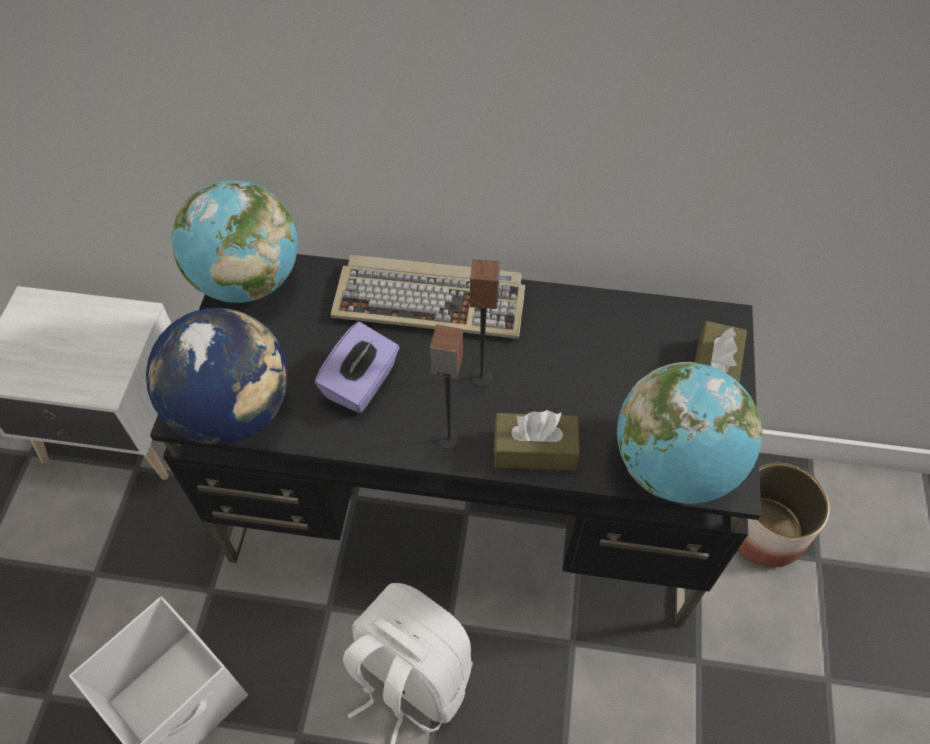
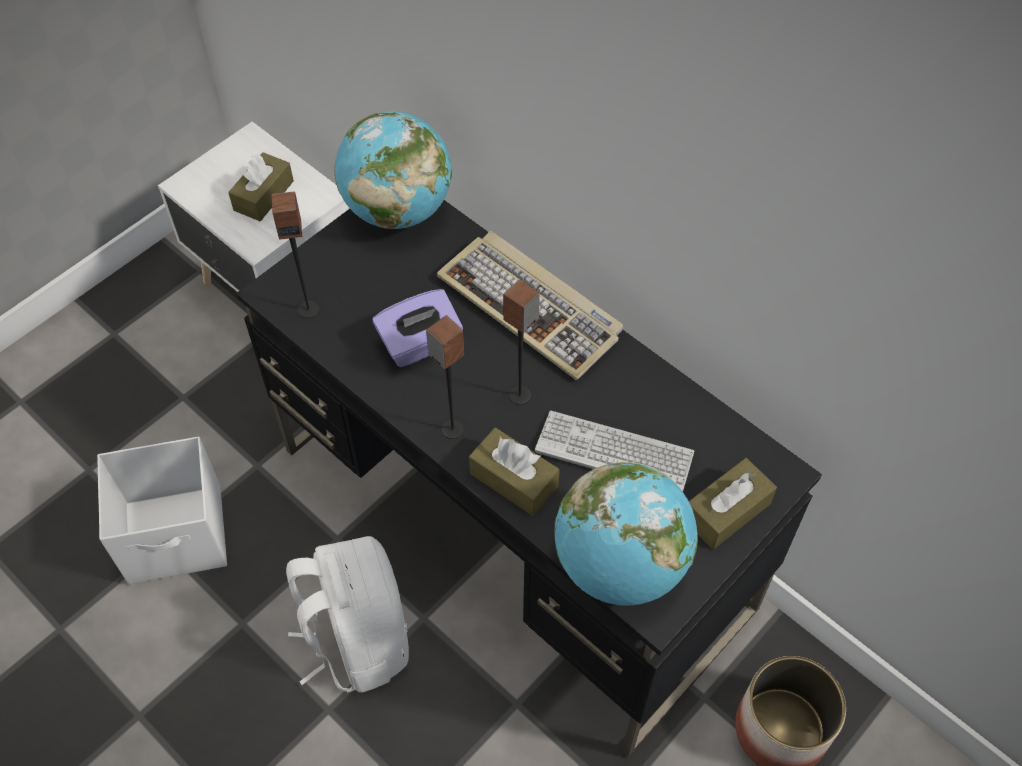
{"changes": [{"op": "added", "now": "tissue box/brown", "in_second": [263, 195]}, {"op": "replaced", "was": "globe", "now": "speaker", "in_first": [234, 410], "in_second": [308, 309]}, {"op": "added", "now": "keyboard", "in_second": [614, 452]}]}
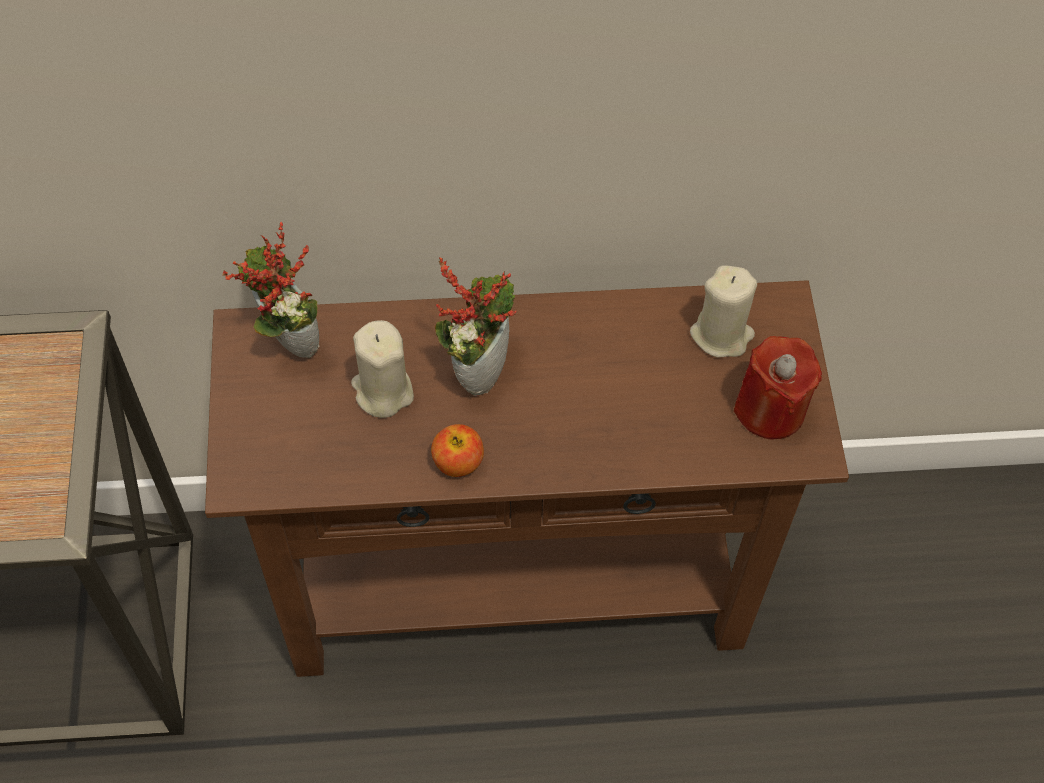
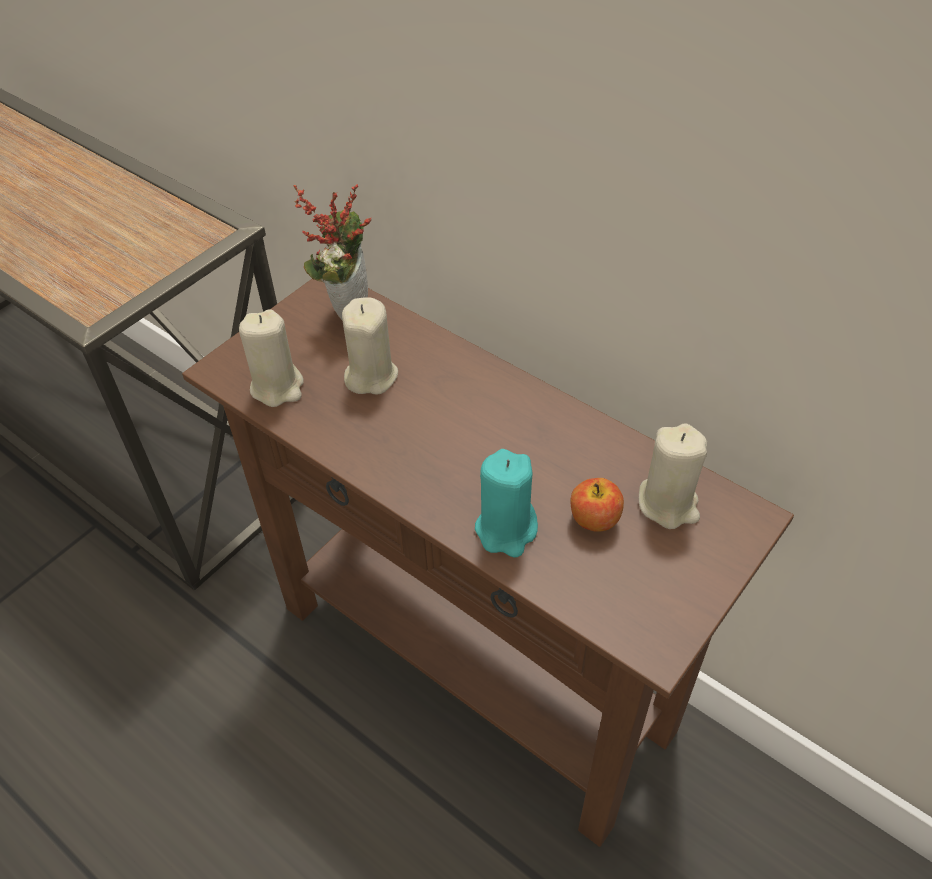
{"changes": [{"op": "added", "now": "candle/beige", "in_second": [277, 387]}, {"op": "added", "now": "candle/turquoise", "in_second": [506, 530]}, {"op": "moved", "was": "apple", "in_first": [458, 463], "in_second": [594, 519]}, {"op": "removed", "was": "potted plant", "in_first": [478, 368]}, {"op": "removed", "was": "candle/red", "in_first": [770, 409]}]}
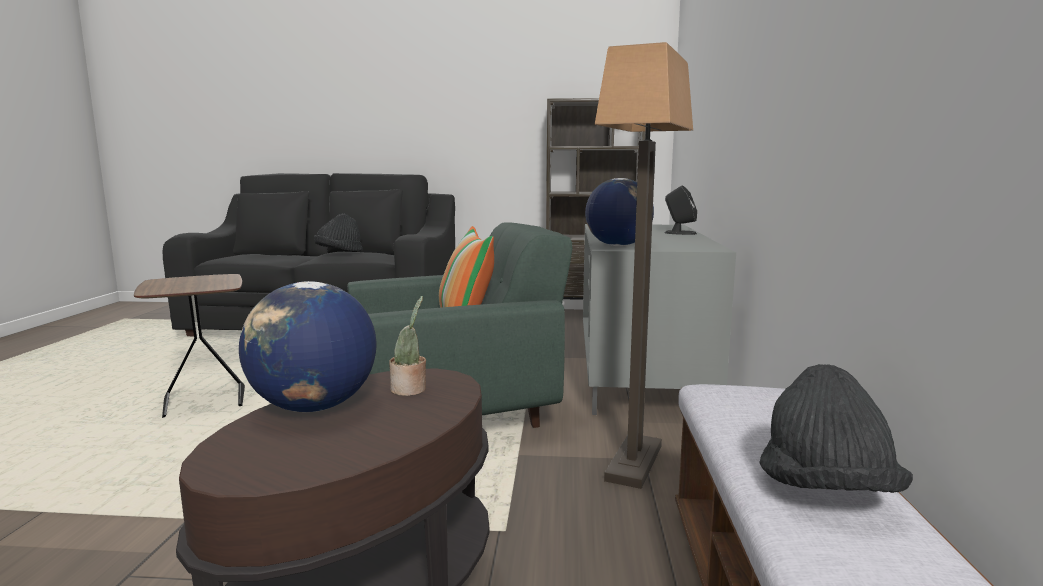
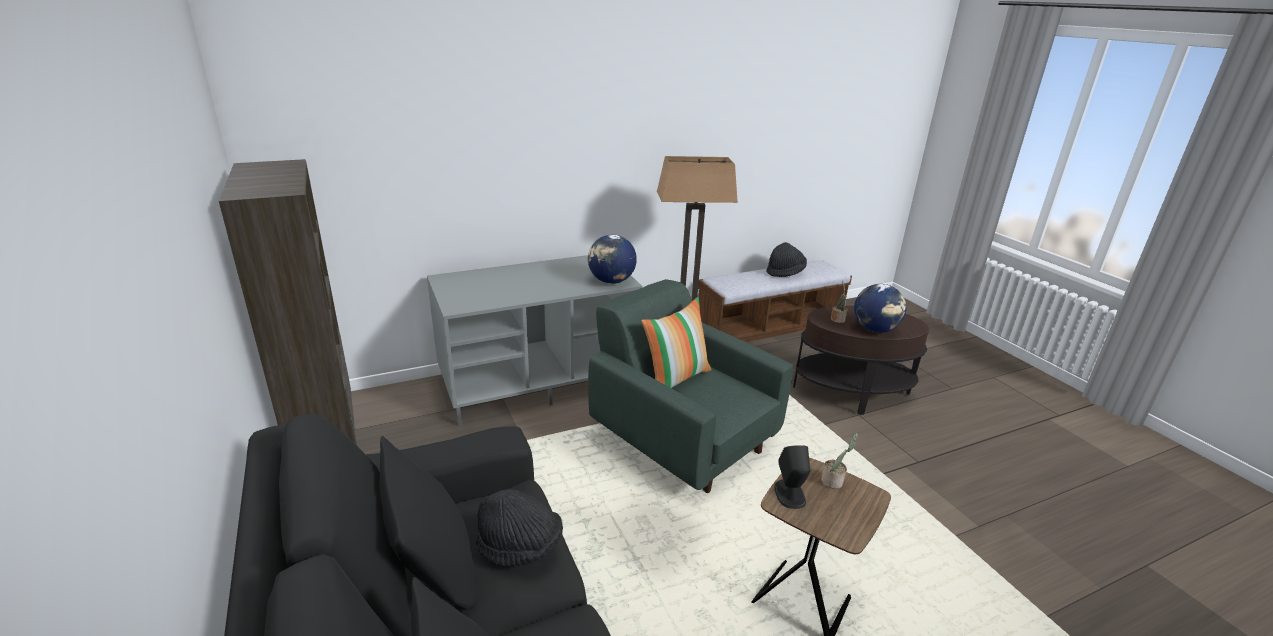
{"changes": [{"op": "moved", "was": "speaker/black", "in_first": [679, 233], "in_second": [790, 494]}, {"op": "added", "now": "potted plant", "in_second": [833, 481]}]}
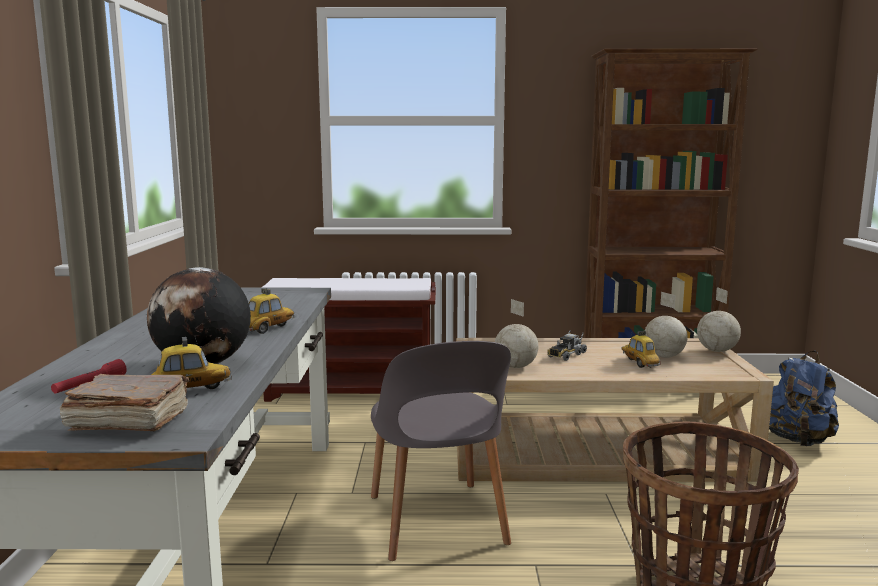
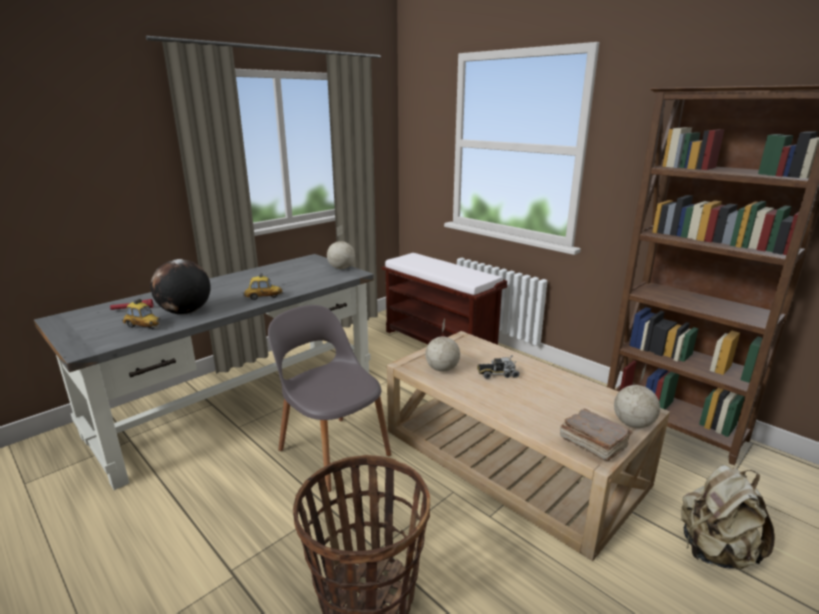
{"changes": [{"op": "turned", "was": "chair/grey", "in_first": [436, 522], "in_second": [333, 450], "clockwise": 105}, {"op": "moved", "was": "globe", "in_first": [664, 357], "in_second": [341, 268]}, {"op": "moved", "was": "book/brown", "in_first": [128, 421], "in_second": [592, 443]}, {"op": "recoloured", "was": "backpack/blue", "now": "backpack/beige", "in_first": [798, 441], "in_second": [715, 552]}, {"op": "removed", "was": "toy car", "in_first": [639, 363]}]}
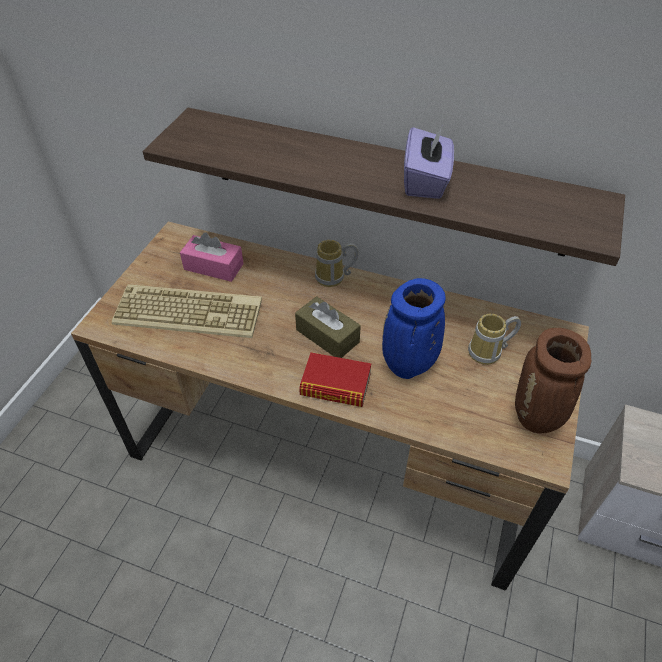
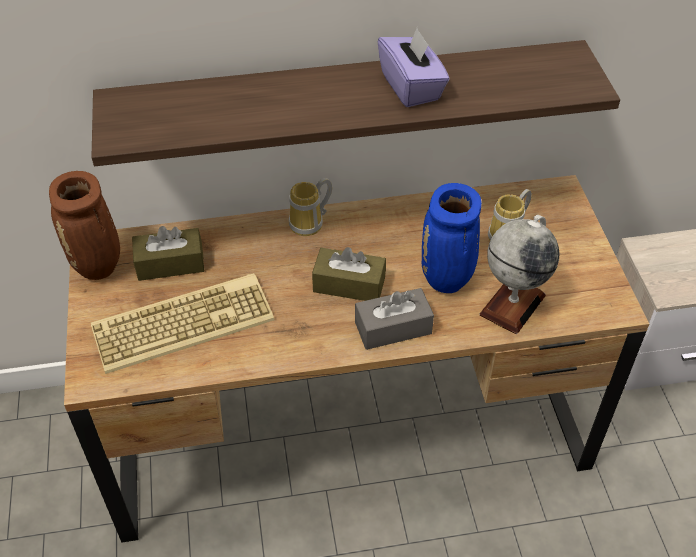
{"changes": [{"op": "moved", "was": "vase/brown", "in_first": [536, 418], "in_second": [99, 267]}, {"op": "recoloured", "was": "tissue box/pink", "now": "tissue box/brown", "in_first": [213, 266], "in_second": [170, 264]}, {"op": "replaced", "was": "book", "now": "tissue box/grey", "in_first": [335, 385], "in_second": [393, 328]}, {"op": "added", "now": "globe", "in_second": [512, 304]}]}
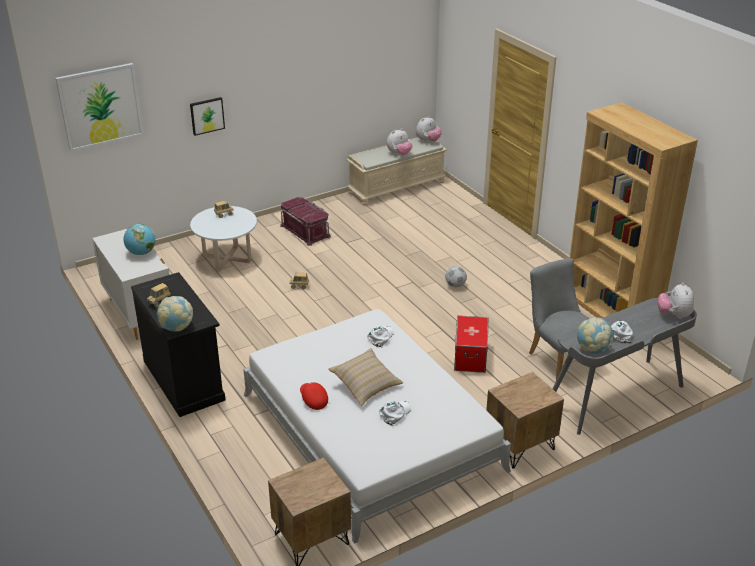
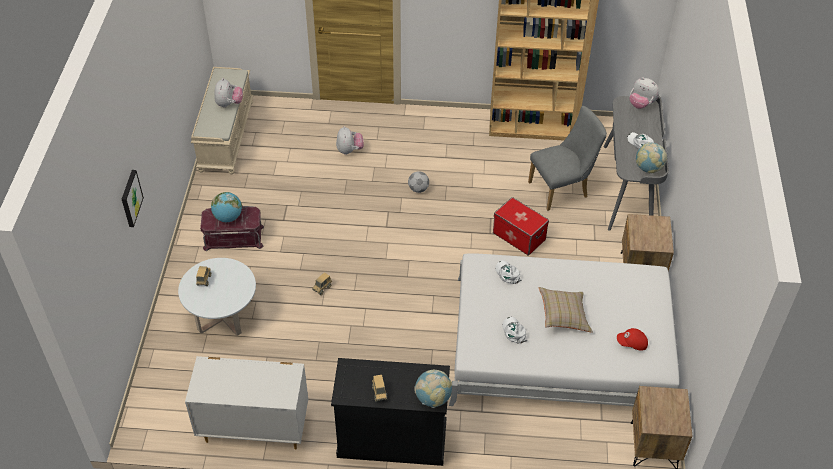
{"changes": [{"op": "moved", "was": "globe", "in_first": [141, 253], "in_second": [228, 217]}, {"op": "moved", "was": "plush toy", "in_first": [428, 141], "in_second": [349, 150]}, {"op": "moved", "was": "cap/white", "in_first": [395, 413], "in_second": [514, 331]}, {"op": "turned", "was": "chair/grey", "in_first": [558, 358], "in_second": [562, 189], "clockwise": 150}, {"op": "moved", "was": "cap/red", "in_first": [313, 400], "in_second": [632, 344]}, {"op": "removed", "was": "picture", "in_first": [100, 106]}]}
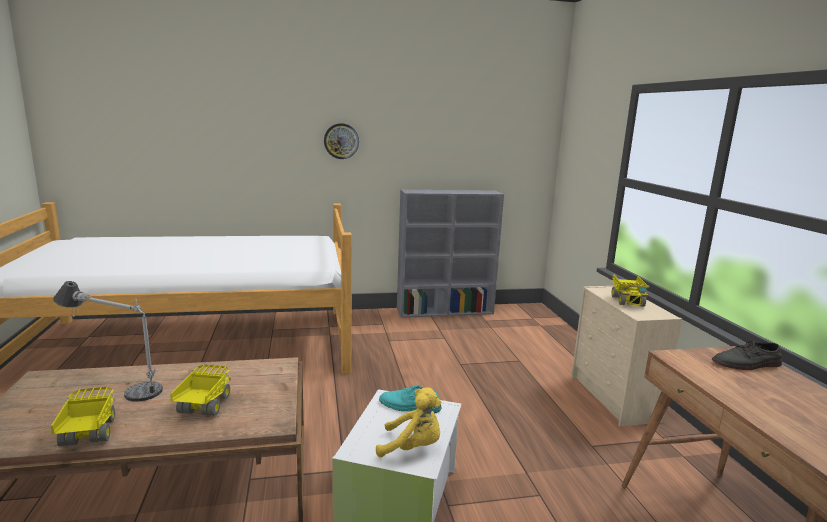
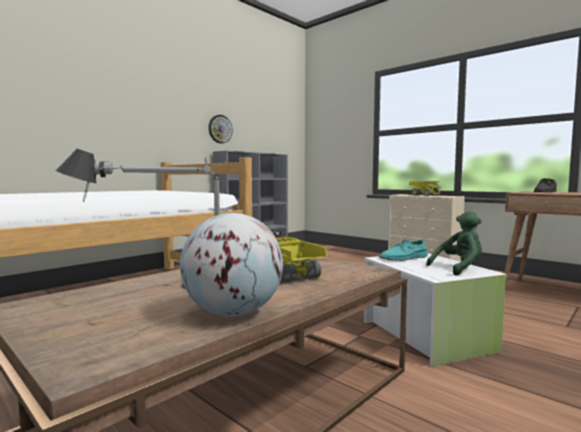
{"changes": [{"op": "replaced", "was": "toy truck", "now": "globe", "in_first": [88, 434], "in_second": [233, 313]}, {"op": "moved", "was": "wall clock", "in_first": [341, 141], "in_second": [220, 129]}, {"op": "recoloured", "was": "plush toy/yellow", "now": "plush toy/green", "in_first": [412, 447], "in_second": [459, 268]}]}
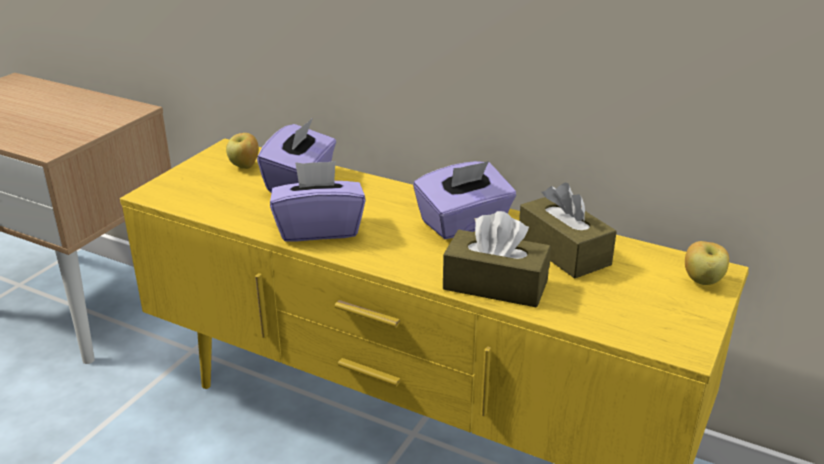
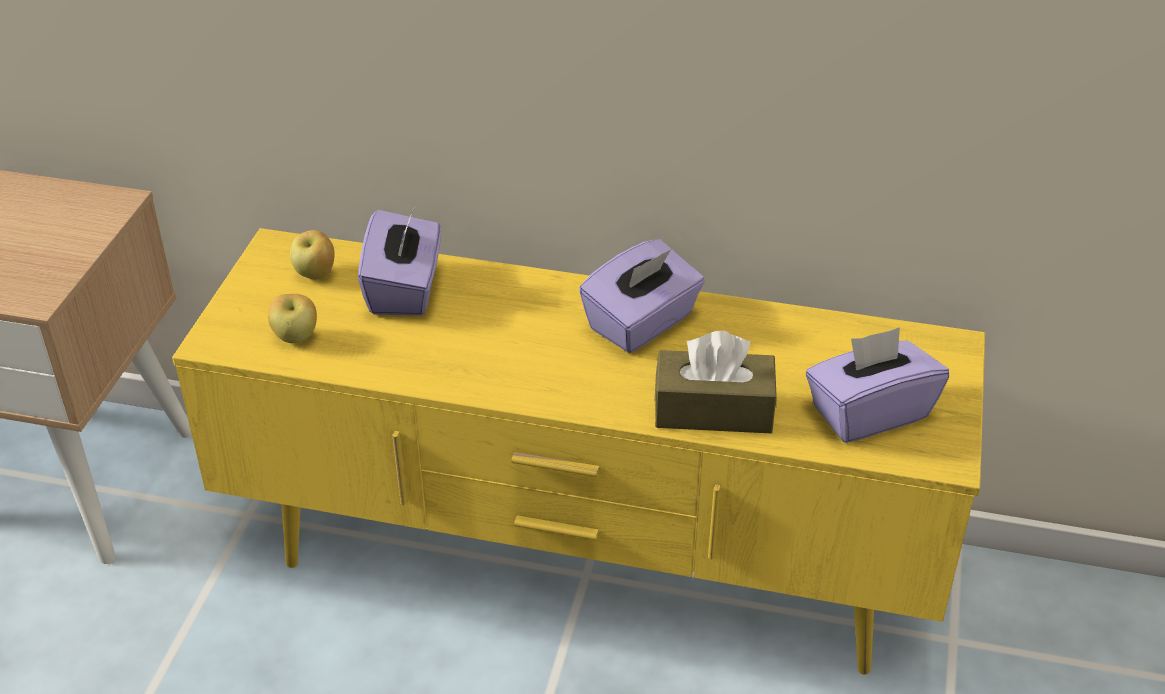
{"changes": [{"op": "moved", "was": "apple", "in_first": [703, 281], "in_second": [296, 337]}, {"op": "moved", "was": "tissue box/purple", "in_first": [319, 229], "in_second": [869, 412]}, {"op": "removed", "was": "tissue box/brown", "in_first": [563, 251]}]}
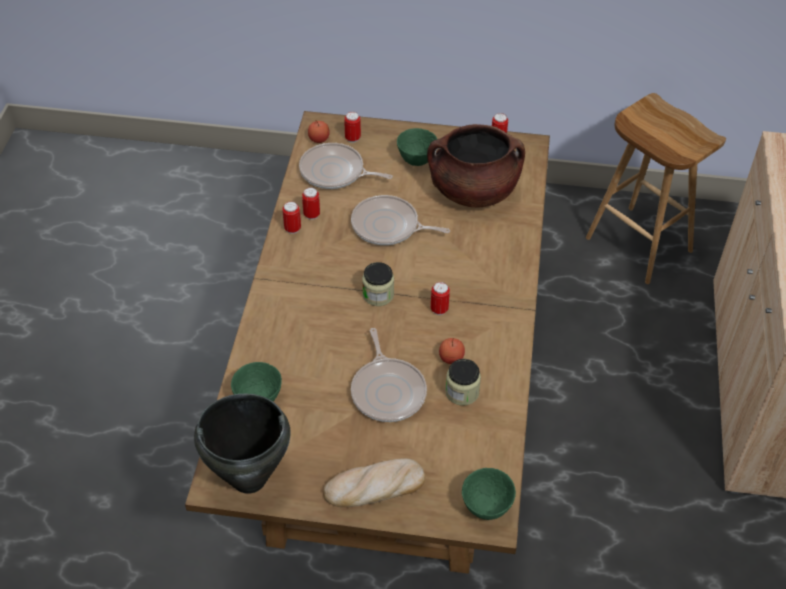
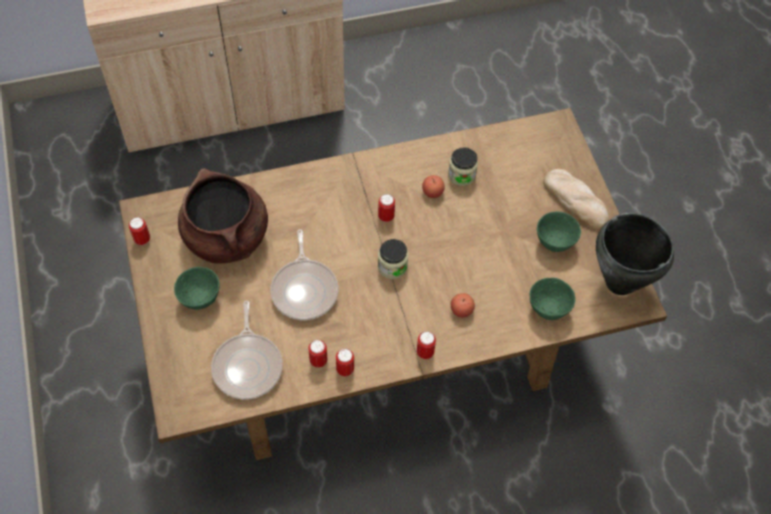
{"changes": [{"op": "moved", "was": "can", "in_first": [352, 138], "in_second": [425, 352]}, {"op": "moved", "was": "apple", "in_first": [319, 139], "in_second": [461, 310]}, {"op": "moved", "was": "bowl/green", "in_first": [487, 507], "in_second": [554, 242]}, {"op": "removed", "was": "frying pan", "in_first": [388, 390]}, {"op": "removed", "was": "stool/brown", "in_first": [637, 244]}]}
